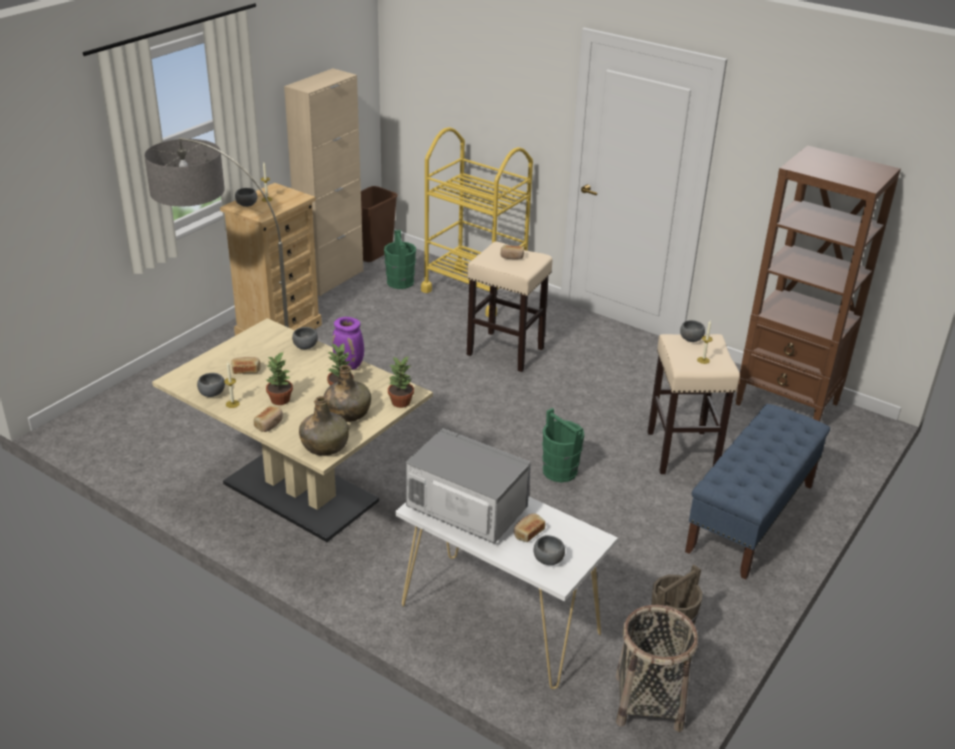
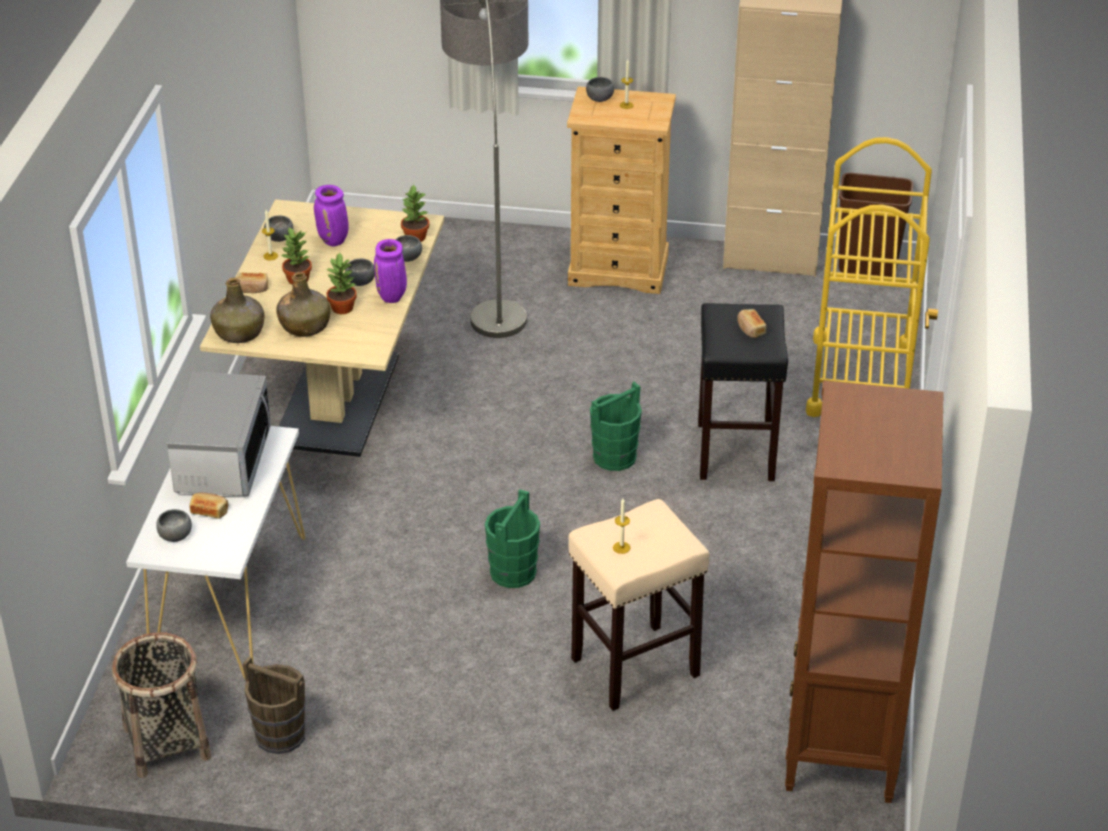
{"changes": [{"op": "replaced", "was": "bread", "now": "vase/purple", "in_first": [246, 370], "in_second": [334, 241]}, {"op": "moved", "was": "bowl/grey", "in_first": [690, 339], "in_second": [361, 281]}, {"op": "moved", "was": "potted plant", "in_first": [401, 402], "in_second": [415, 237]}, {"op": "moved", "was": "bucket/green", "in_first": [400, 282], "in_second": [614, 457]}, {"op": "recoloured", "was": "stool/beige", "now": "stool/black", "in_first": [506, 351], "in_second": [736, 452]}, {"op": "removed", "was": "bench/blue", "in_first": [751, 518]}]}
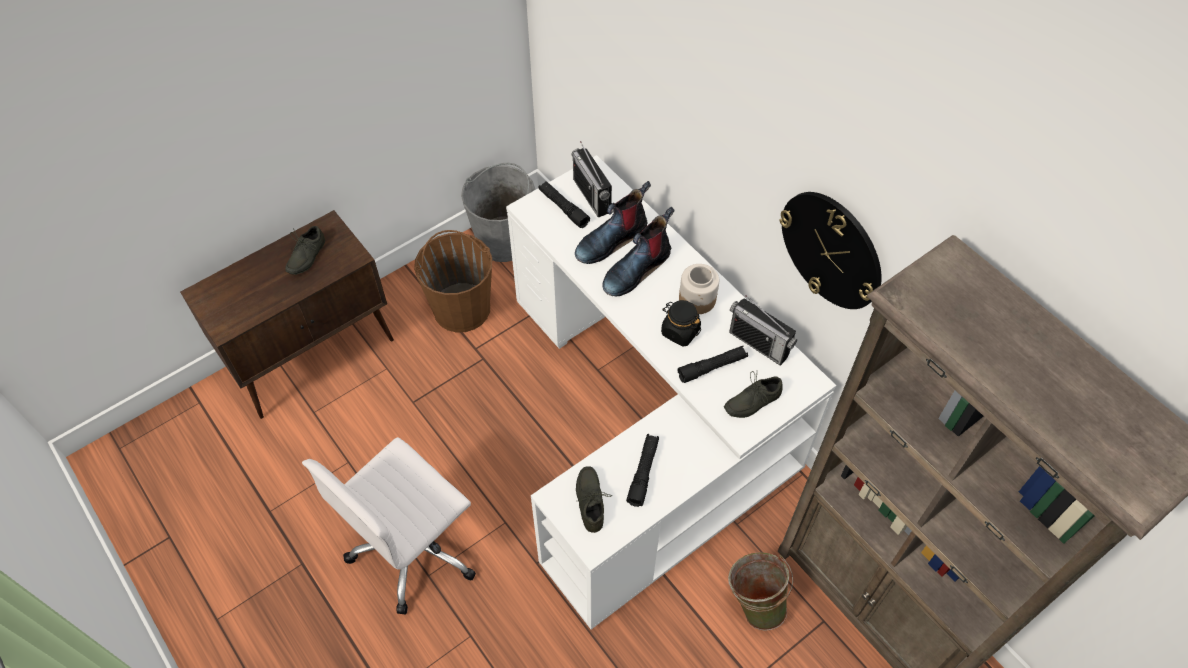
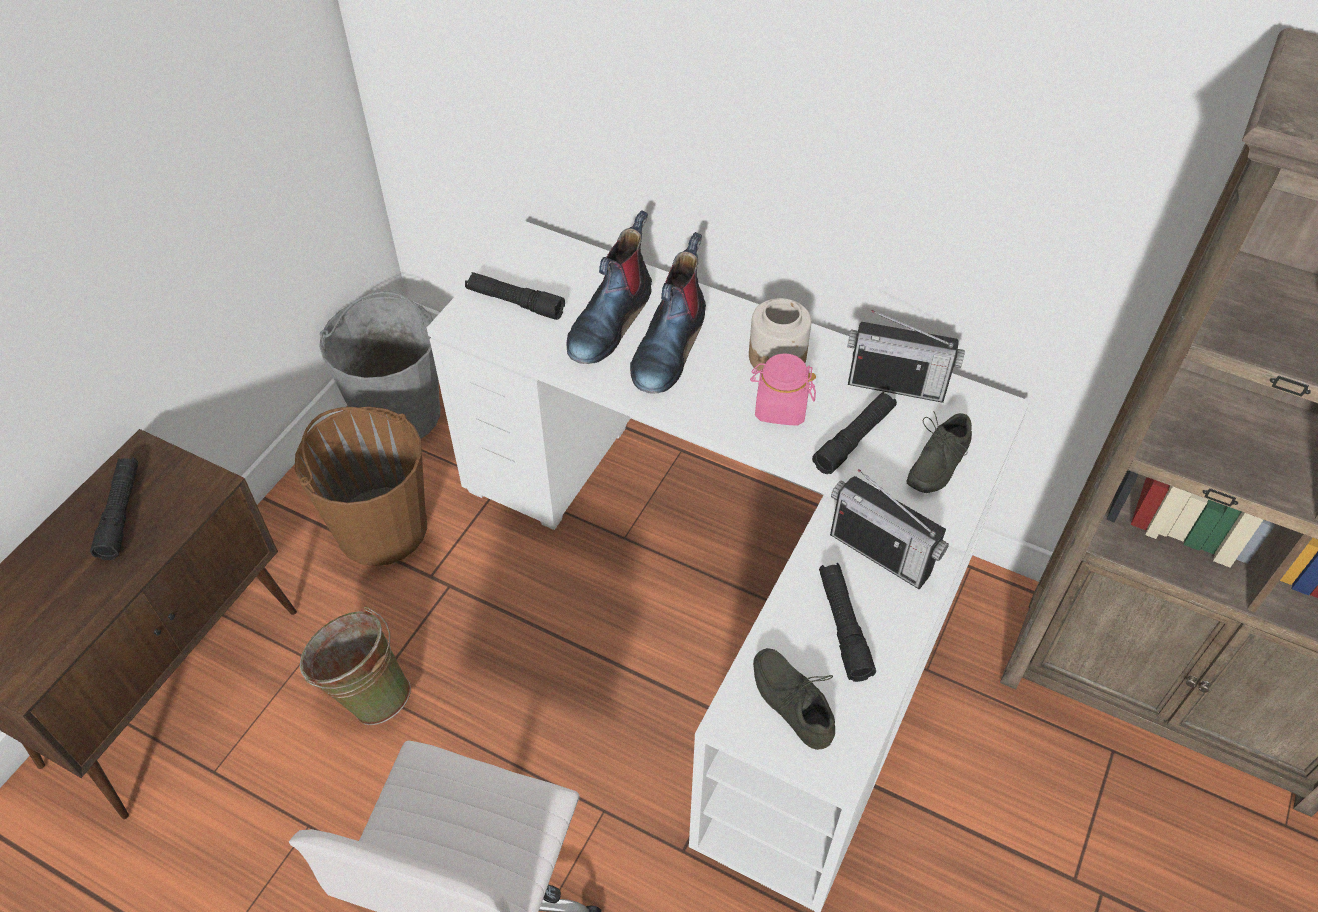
{"changes": [{"op": "replaced", "was": "shoe/grey", "now": "flashlight/black", "in_first": [305, 256], "in_second": [121, 513]}, {"op": "moved", "was": "bucket/green", "in_first": [754, 602], "in_second": [366, 693]}, {"op": "recoloured", "was": "jar/black", "now": "jar/pink", "in_first": [680, 331], "in_second": [780, 408]}, {"op": "moved", "was": "radio", "in_first": [592, 196], "in_second": [881, 553]}, {"op": "removed", "was": "wall clock", "in_first": [831, 250]}]}
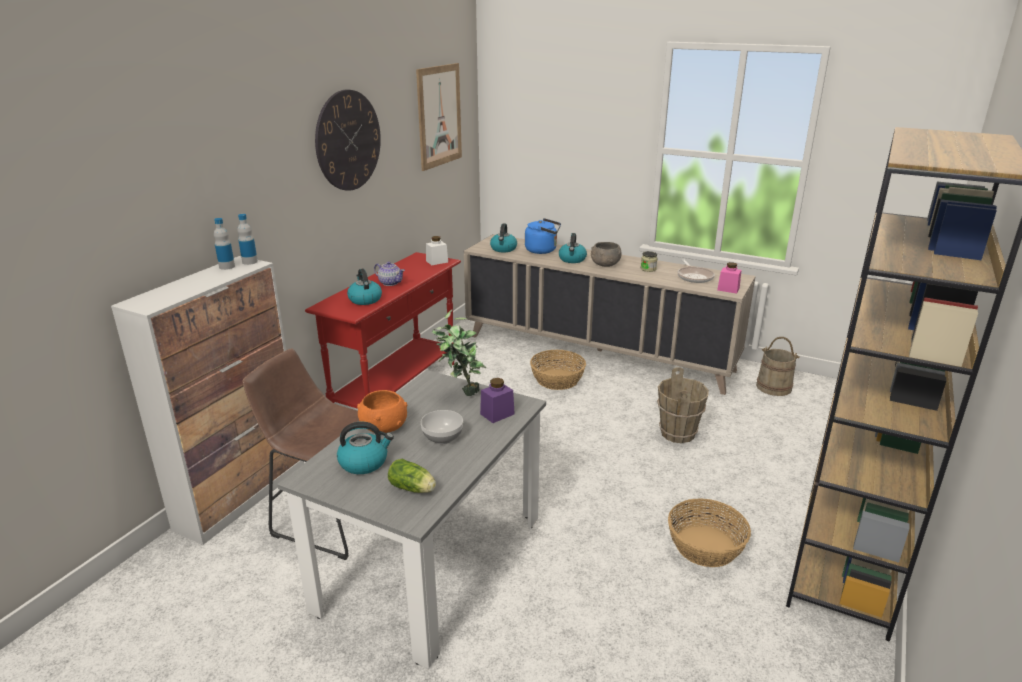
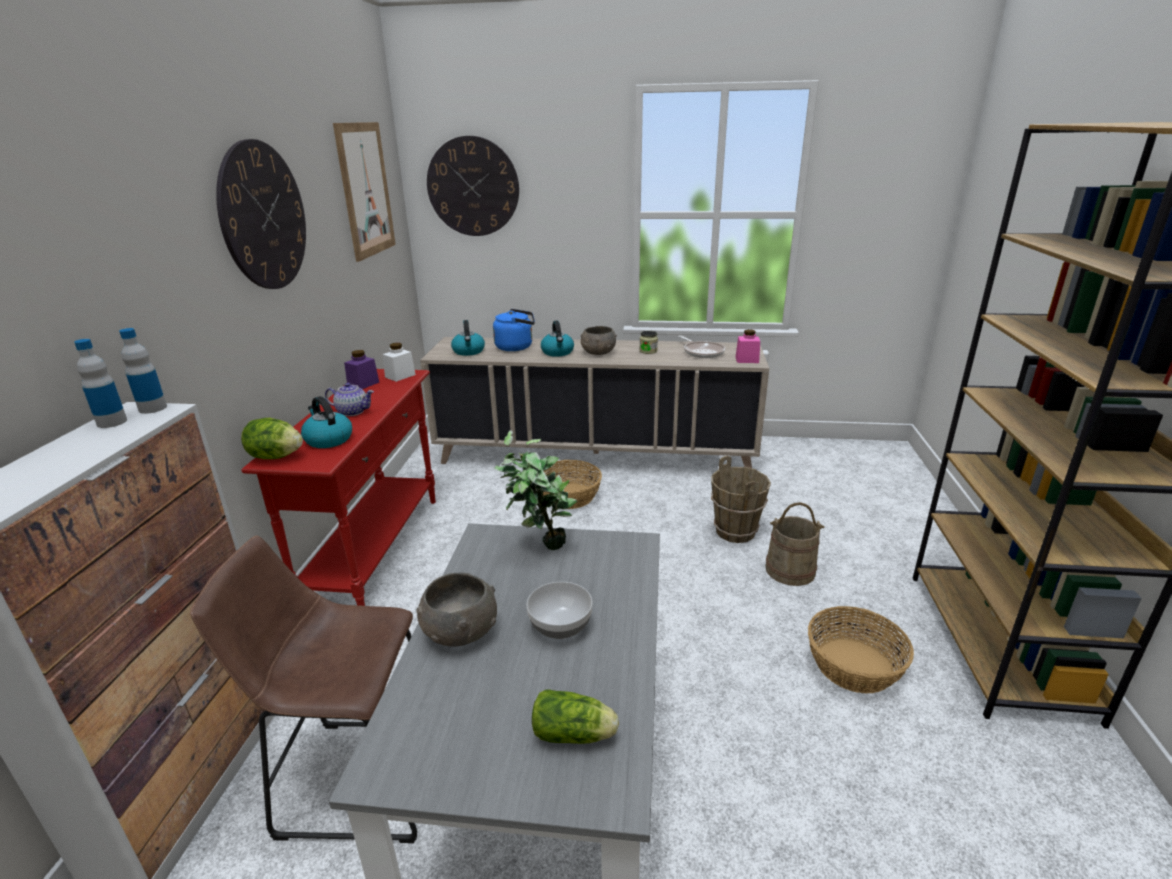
{"changes": [{"op": "added", "now": "lettuce", "in_second": [276, 457]}, {"op": "moved", "was": "jar/purple", "in_first": [497, 414], "in_second": [363, 384]}, {"op": "recoloured", "was": "bowl/orange", "now": "bowl/grey", "in_first": [383, 426], "in_second": [460, 631]}, {"op": "added", "now": "wall clock", "in_second": [473, 187]}, {"op": "moved", "was": "bucket/beige", "in_first": [774, 387], "in_second": [790, 570]}, {"op": "removed", "was": "kettle", "in_first": [364, 462]}]}
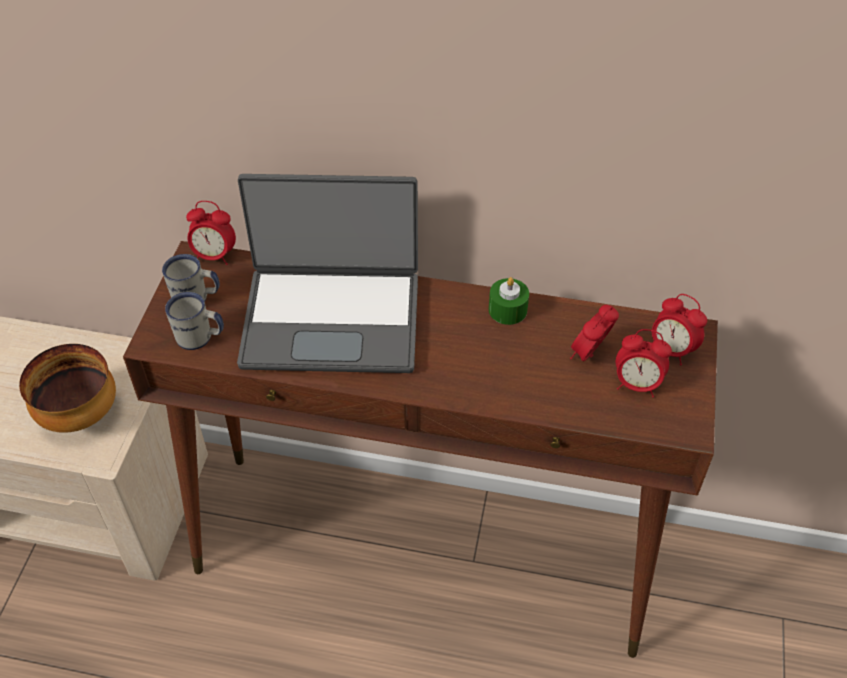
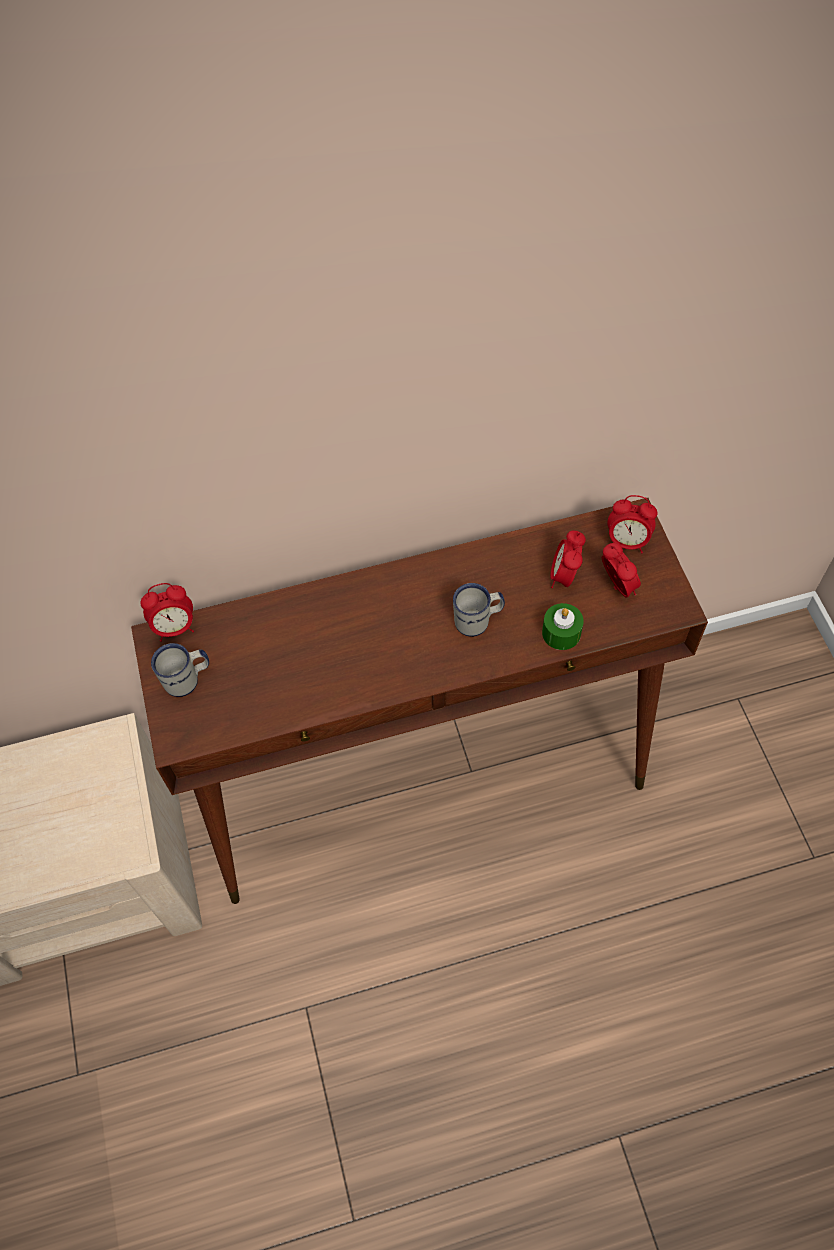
{"changes": [{"op": "moved", "was": "mug/white", "in_first": [200, 339], "in_second": [478, 621]}, {"op": "moved", "was": "candle/green", "in_first": [507, 310], "in_second": [561, 633]}, {"op": "turned", "was": "alarm clock", "in_first": [636, 385], "in_second": [617, 587], "clockwise": -105}, {"op": "removed", "was": "bowl", "in_first": [80, 415]}, {"op": "removed", "was": "laptop", "in_first": [332, 319]}]}
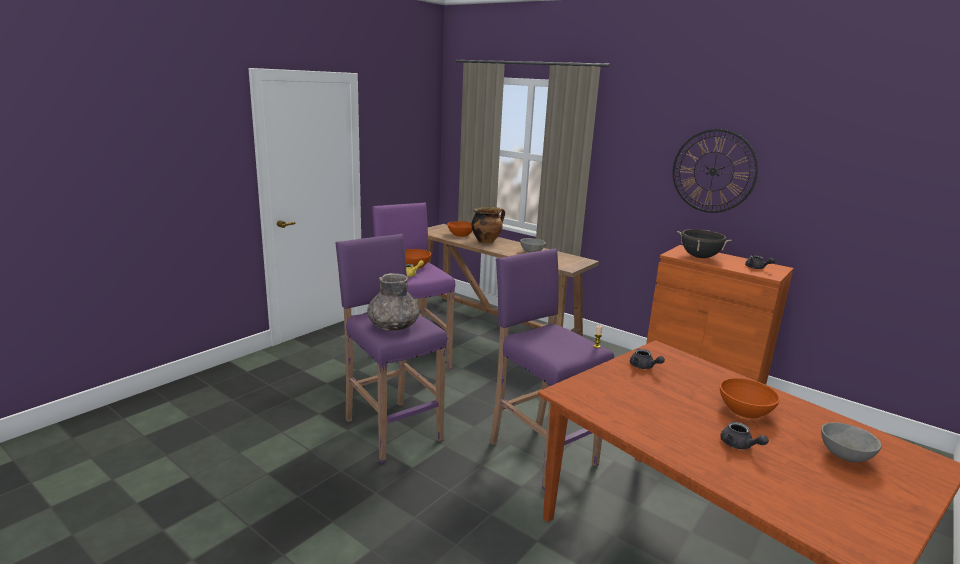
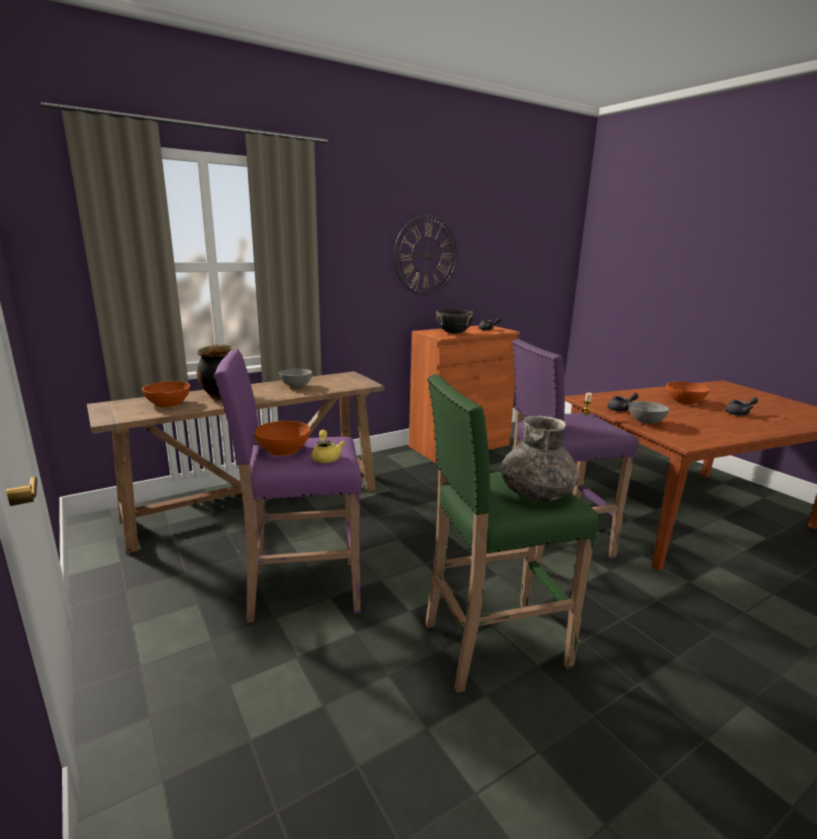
{"changes": [{"op": "recoloured", "was": "stool/purple", "now": "stool/green", "in_first": [391, 429], "in_second": [492, 645]}, {"op": "moved", "was": "bowl/grey", "in_first": [844, 456], "in_second": [645, 422]}]}
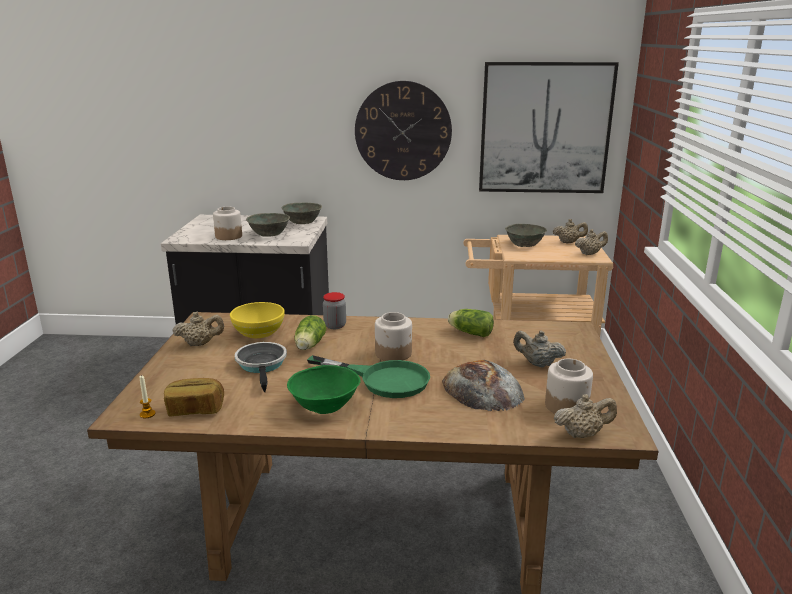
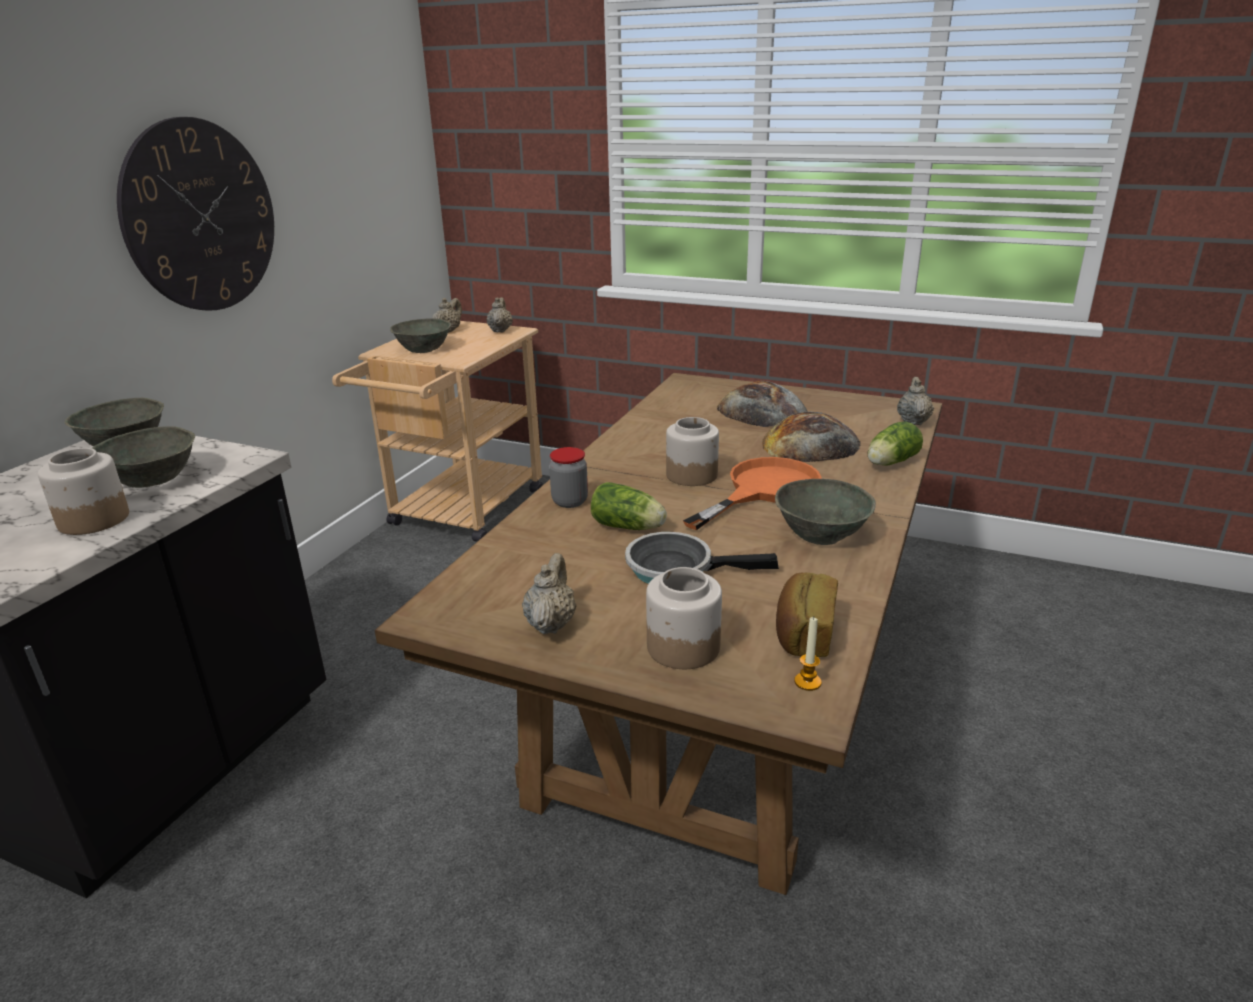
{"changes": [{"op": "moved", "was": "jar", "in_first": [566, 406], "in_second": [682, 647]}, {"op": "recoloured", "was": "frying pan/green", "now": "frying pan/orange", "in_first": [383, 379], "in_second": [763, 490]}, {"op": "replaced", "was": "teapot/beige", "now": "bread", "in_first": [537, 364], "in_second": [762, 411]}, {"op": "recoloured", "was": "bowl/green", "now": "bowl/grey", "in_first": [324, 405], "in_second": [819, 533]}, {"op": "moved", "was": "lettuce", "in_first": [469, 332], "in_second": [890, 463]}, {"op": "removed", "was": "bowl/yellow", "in_first": [259, 332]}, {"op": "removed", "was": "picture", "in_first": [545, 128]}]}
